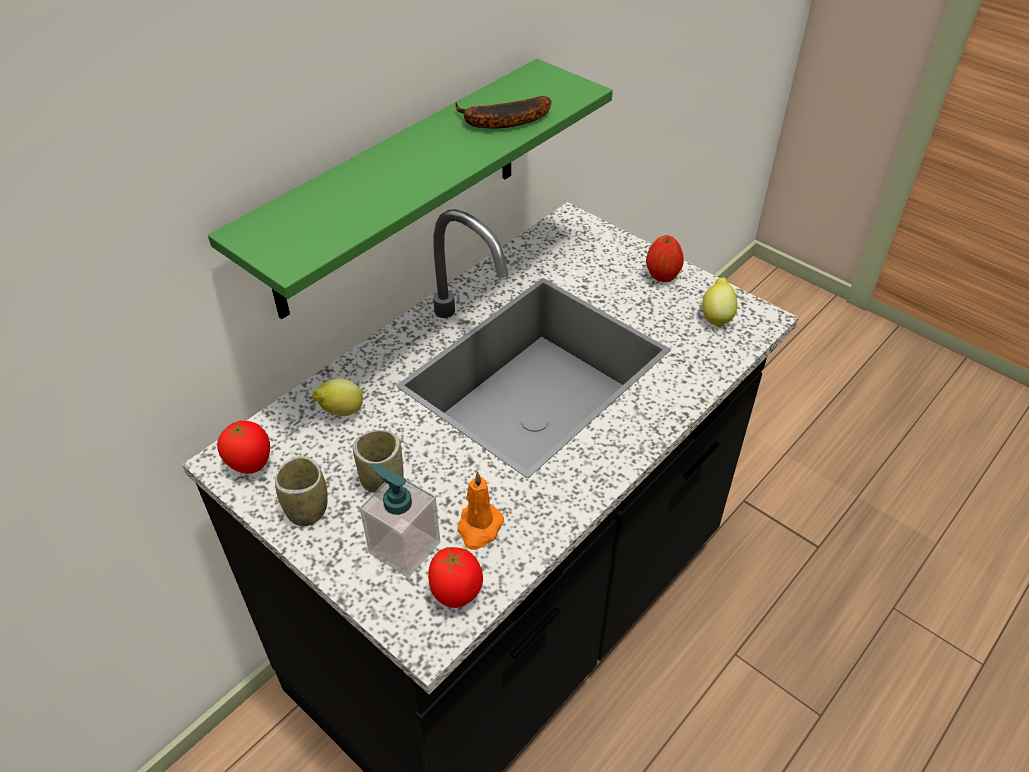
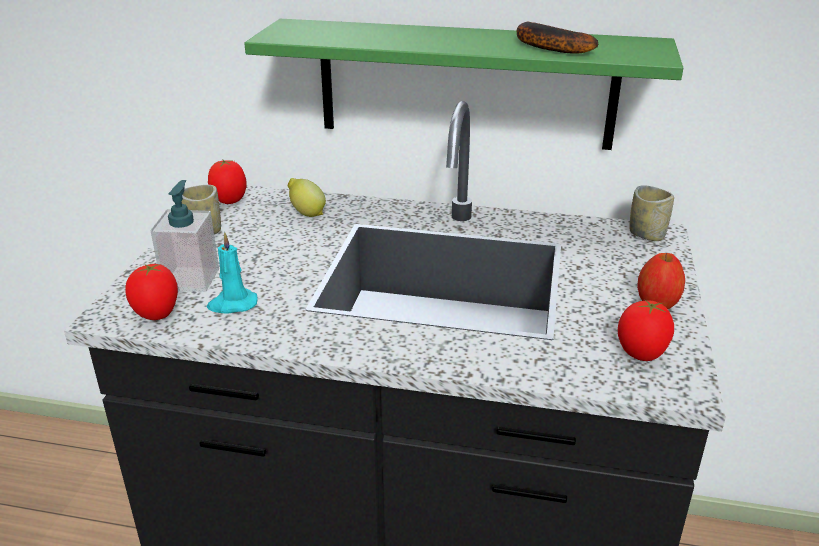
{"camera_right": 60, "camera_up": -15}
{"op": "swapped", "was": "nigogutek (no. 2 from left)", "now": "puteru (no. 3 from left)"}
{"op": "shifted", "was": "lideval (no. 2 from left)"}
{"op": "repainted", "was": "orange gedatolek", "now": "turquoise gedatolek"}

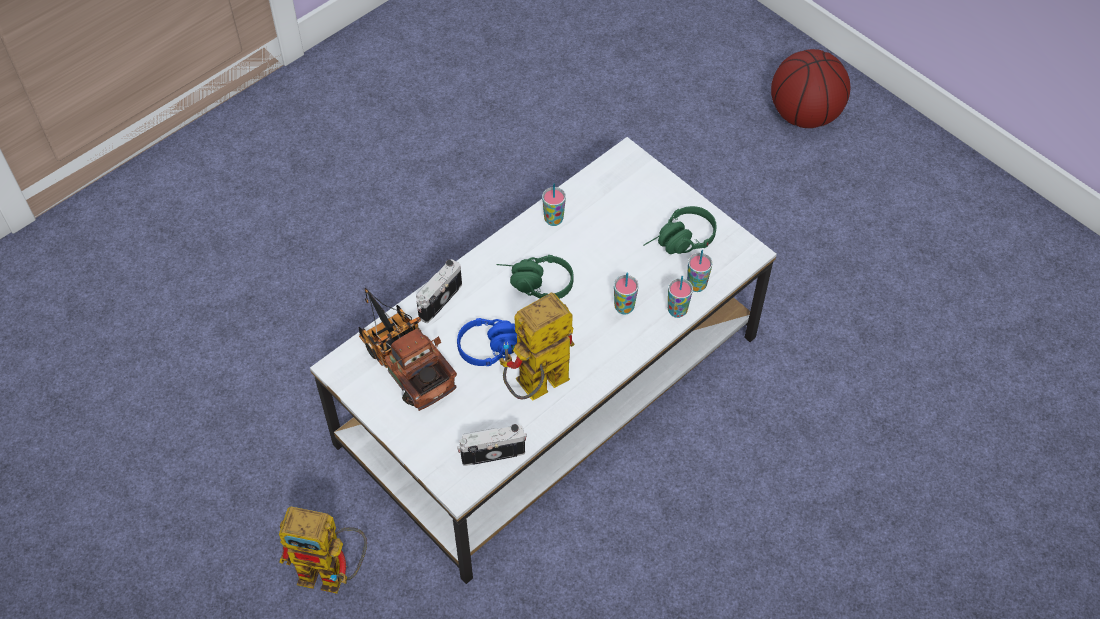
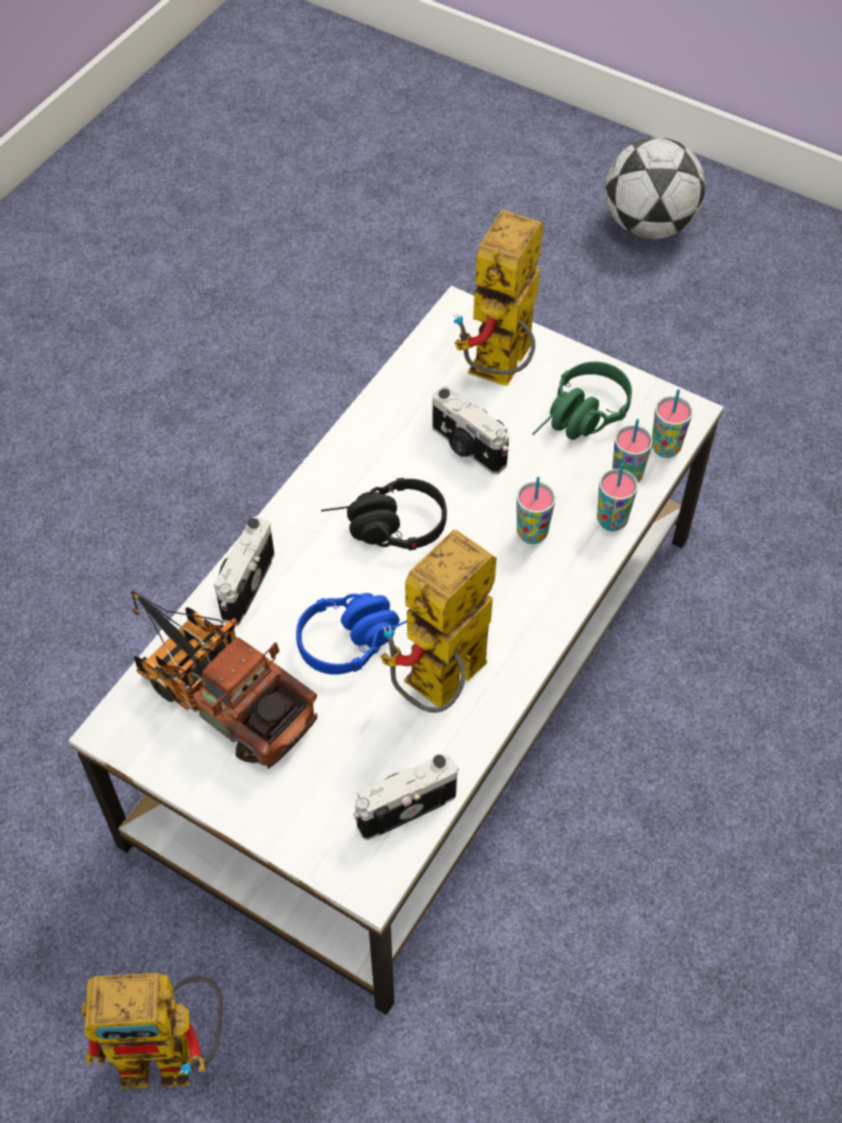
{"camera_right": -15, "camera_up": 0}
{"op": "swapped", "was": "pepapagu", "now": "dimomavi"}
{"op": "shifted", "was": "lideval (no. 1 from left in the first image)", "now": "lideval (no. 4 from left)"}
{"op": "repainted", "was": "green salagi (no. 1 from left)", "now": "black salagi"}
{"op": "new", "now": "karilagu (no. 3 from left)"}
{"op": "new", "now": "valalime (no. 3 from left)"}

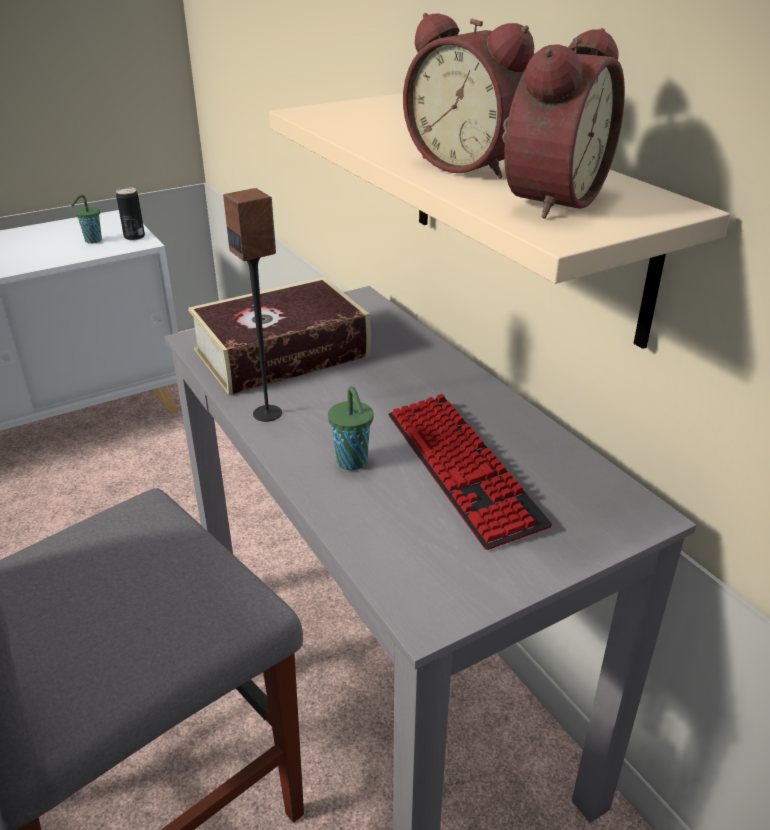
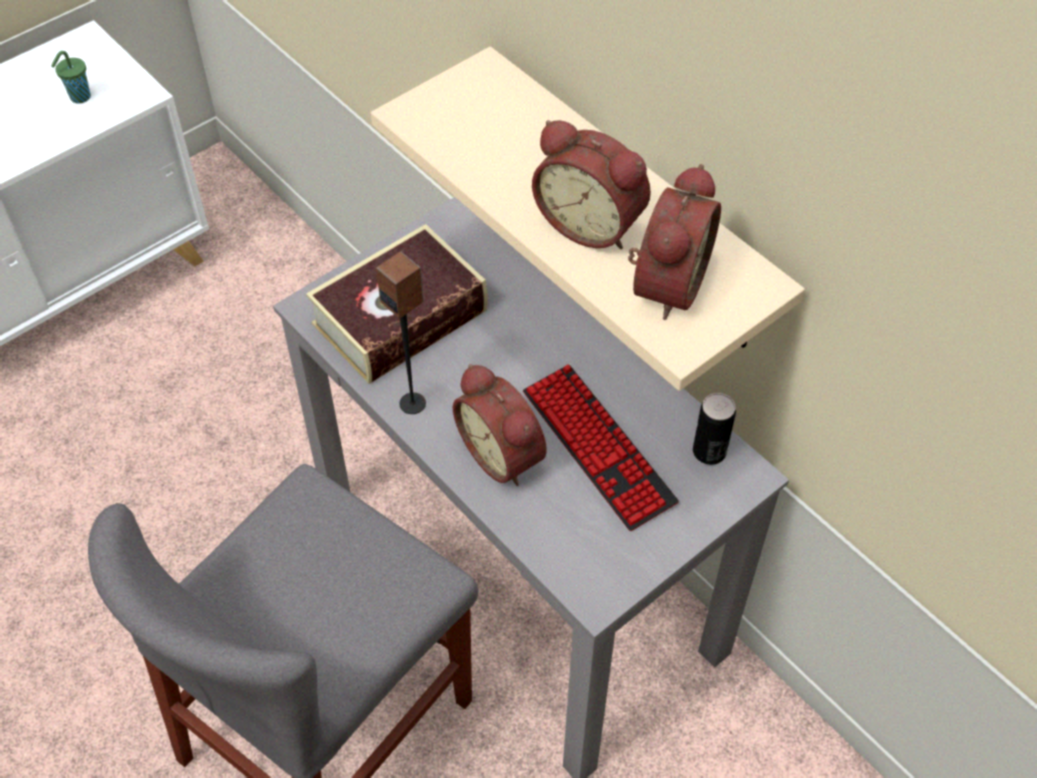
{"camera_right": -10, "camera_up": 20}
{"op": "shifted", "was": "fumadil"}
{"op": "swapped", "was": "green lideval (no. 2 from left)", "now": "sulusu (no. 1 from left)"}

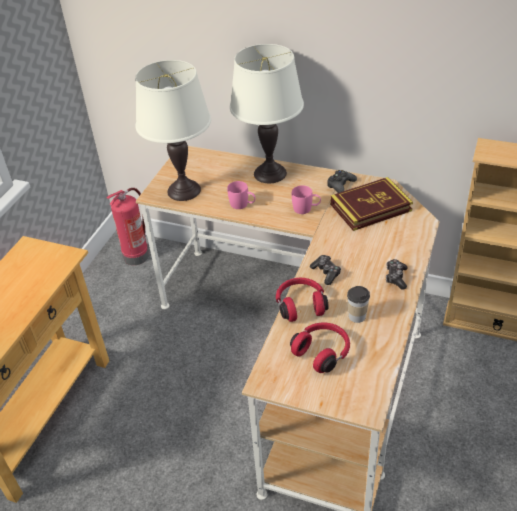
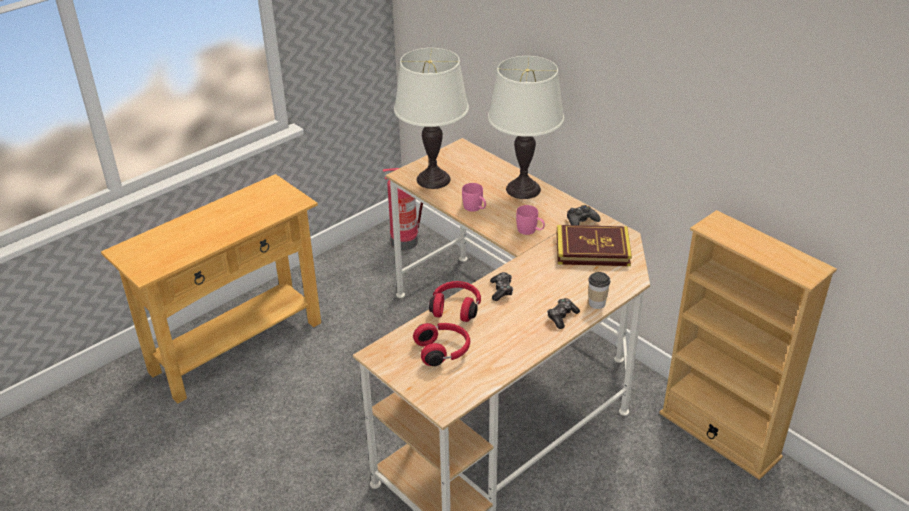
{"camera_right": 25, "camera_up": -5}
{"op": "shifted", "was": "lideval"}

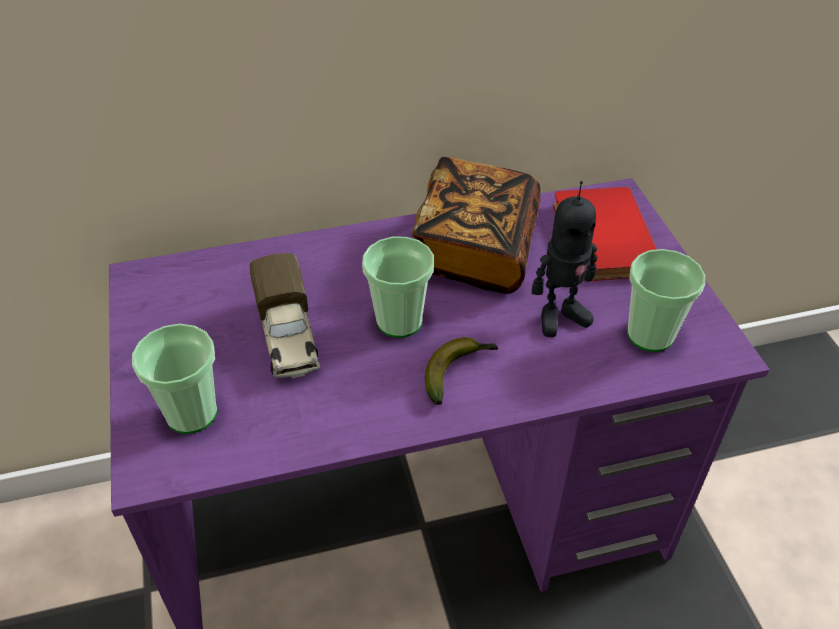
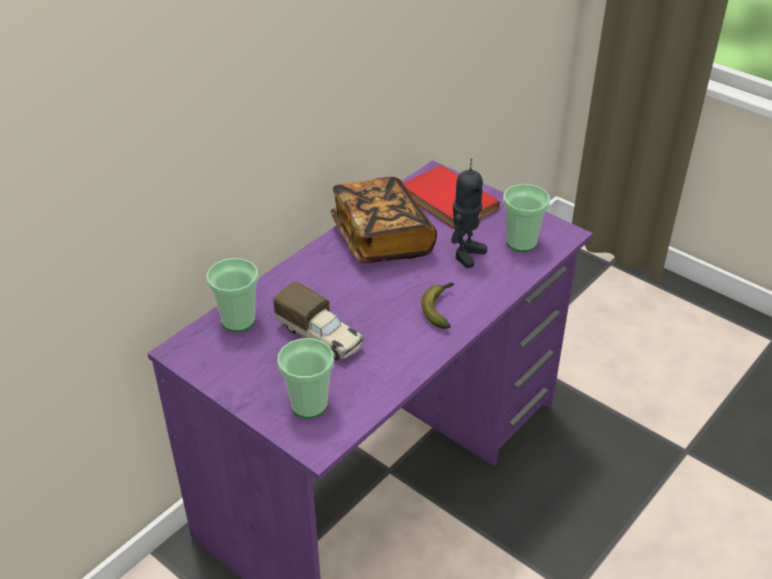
{"camera_right": -35, "camera_up": -5}
{"op": "shifted", "was": "lideval (no. 2 from left in the first image)", "now": "lideval (no. 1 from left)"}

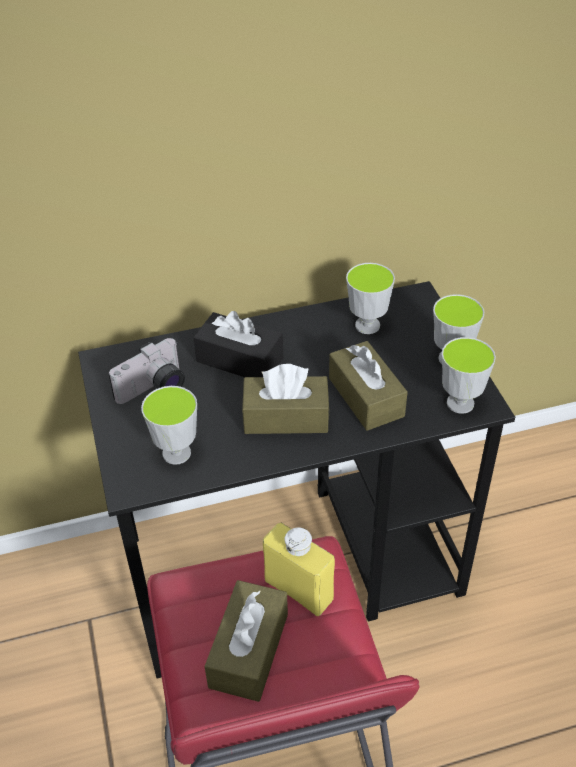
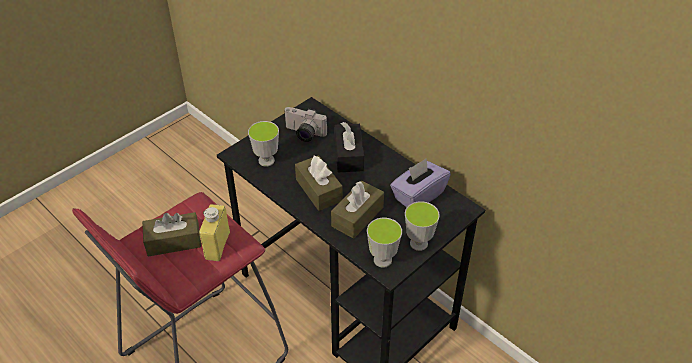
{"camera_right": 60, "camera_up": 0}
{"op": "swapped", "was": "lideval (no. 2 from left)", "now": "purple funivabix"}

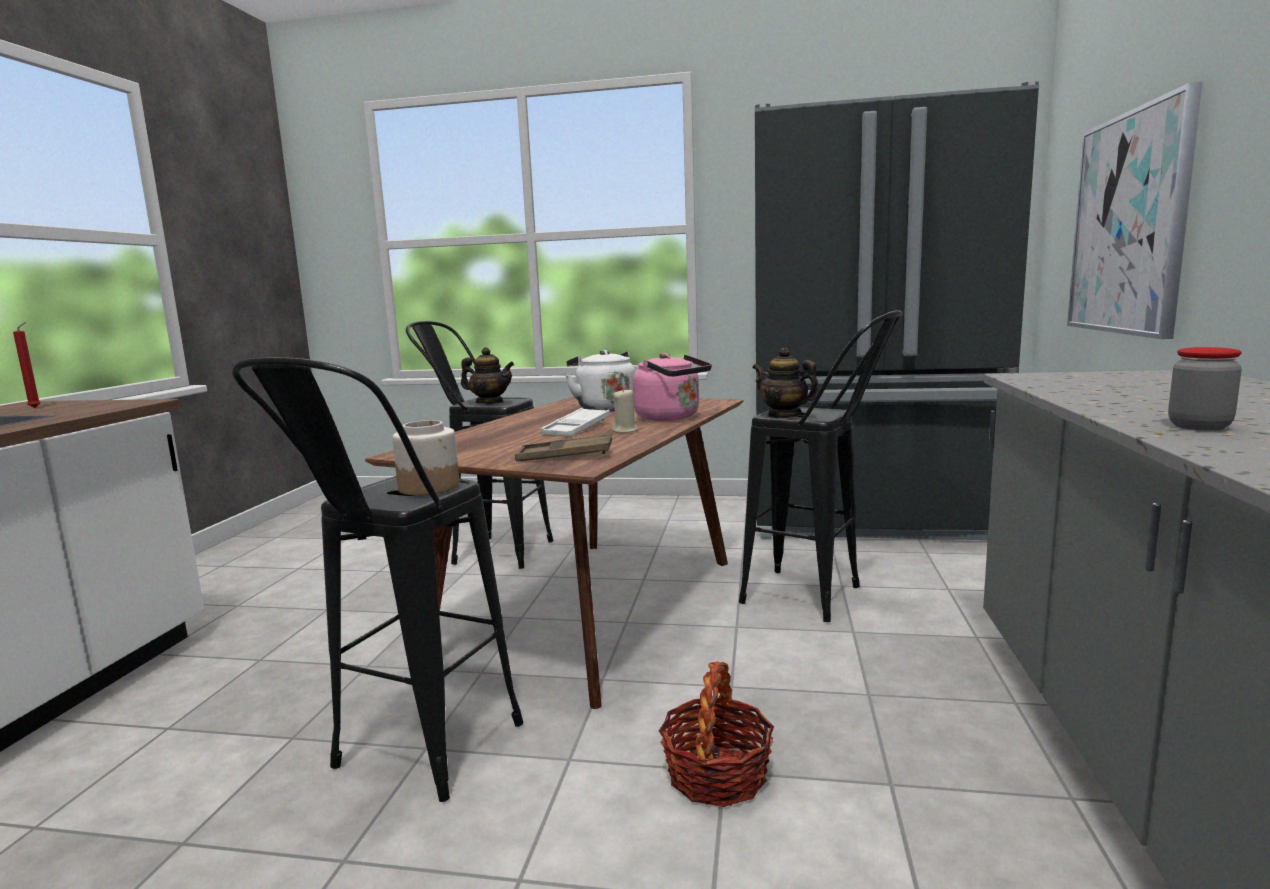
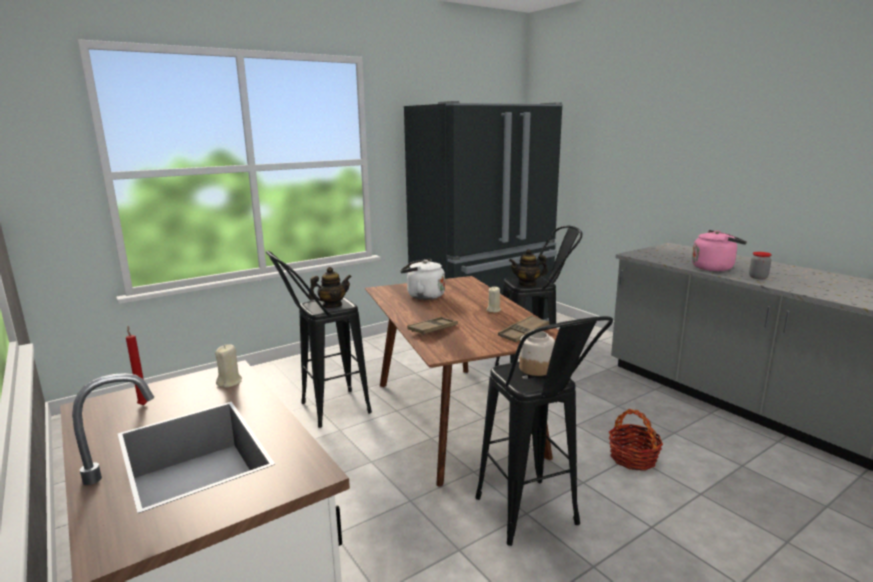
{"camera_right": -45, "camera_up": 5}
{"op": "gone", "was": "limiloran"}
{"op": "shifted", "was": "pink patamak"}
{"op": "gone", "was": "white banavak"}
{"op": "new", "now": "brown banavak (no. 1 from left)"}
{"op": "new", "now": "beige gedatolek (no. 1 from left)"}

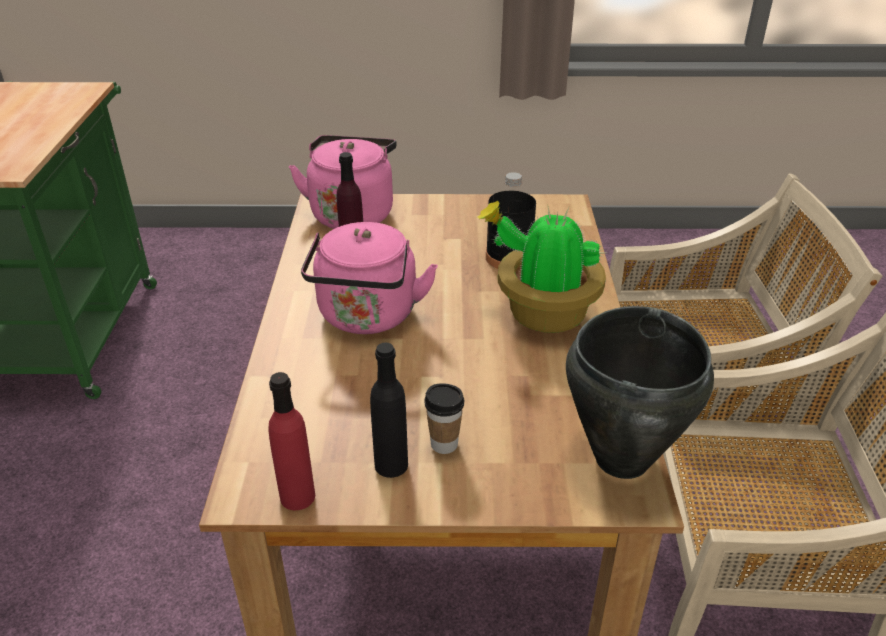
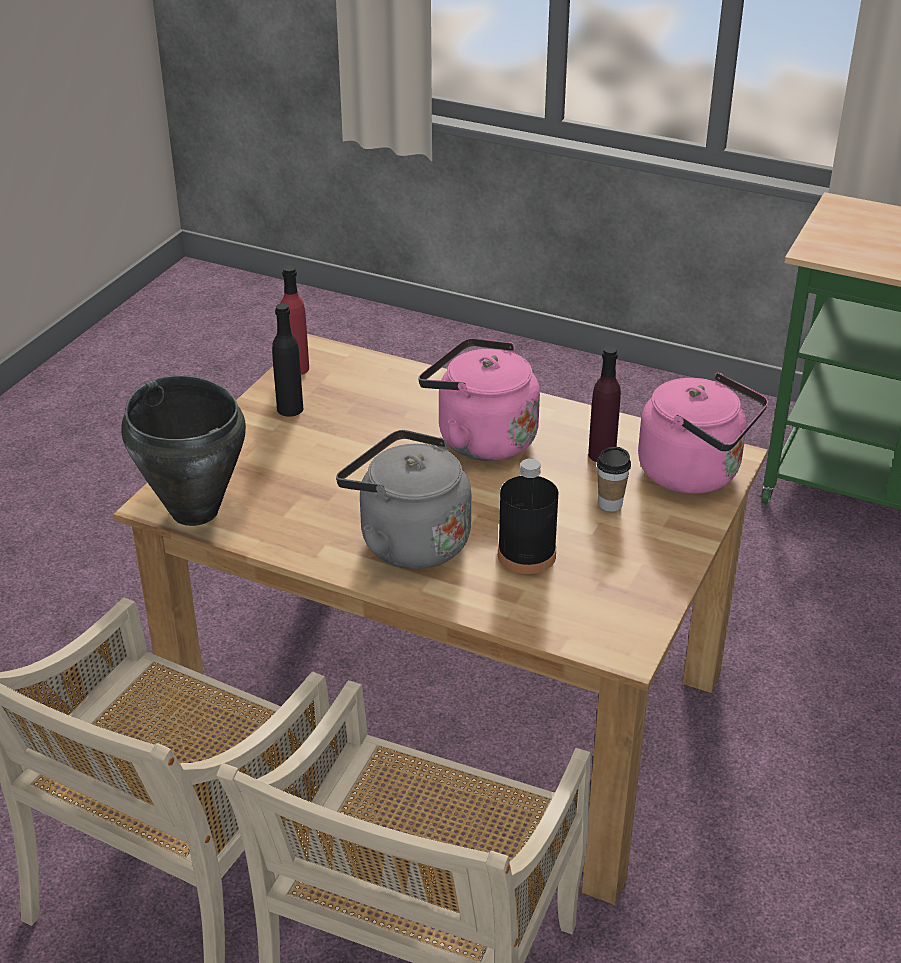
{"camera_right": 115, "camera_up": 0}
{"op": "swapped", "was": "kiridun", "now": "grey patamak"}
{"op": "shifted", "was": "lideval"}

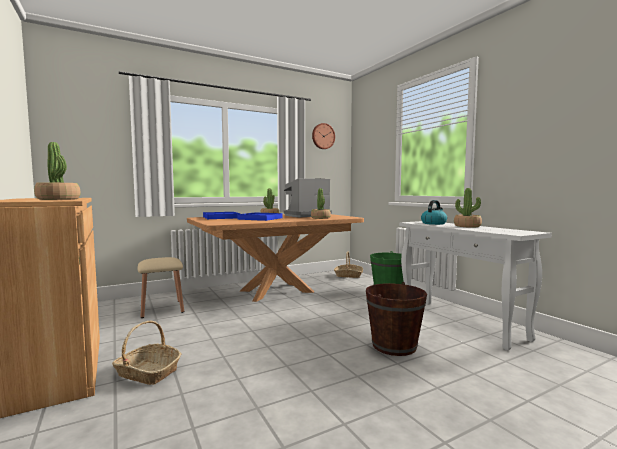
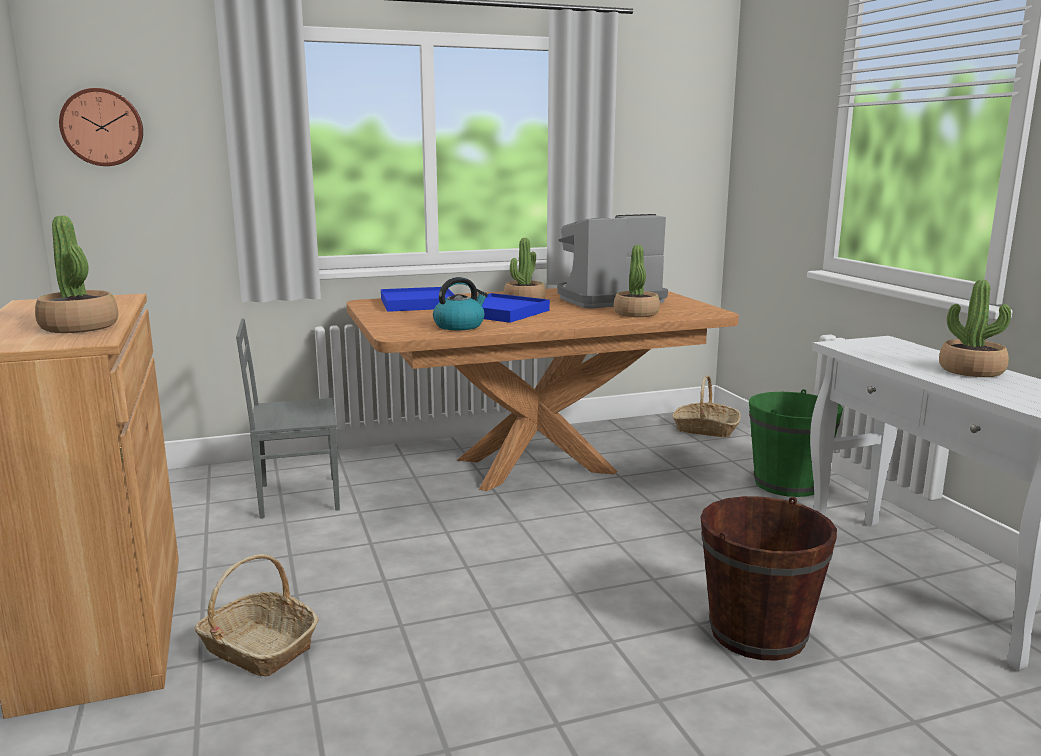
{"camera_right": 10, "camera_up": 10}
{"op": "shifted", "was": "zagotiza"}
{"op": "shifted", "was": "patamak"}
{"op": "swapped", "was": "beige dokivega", "now": "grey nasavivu"}

